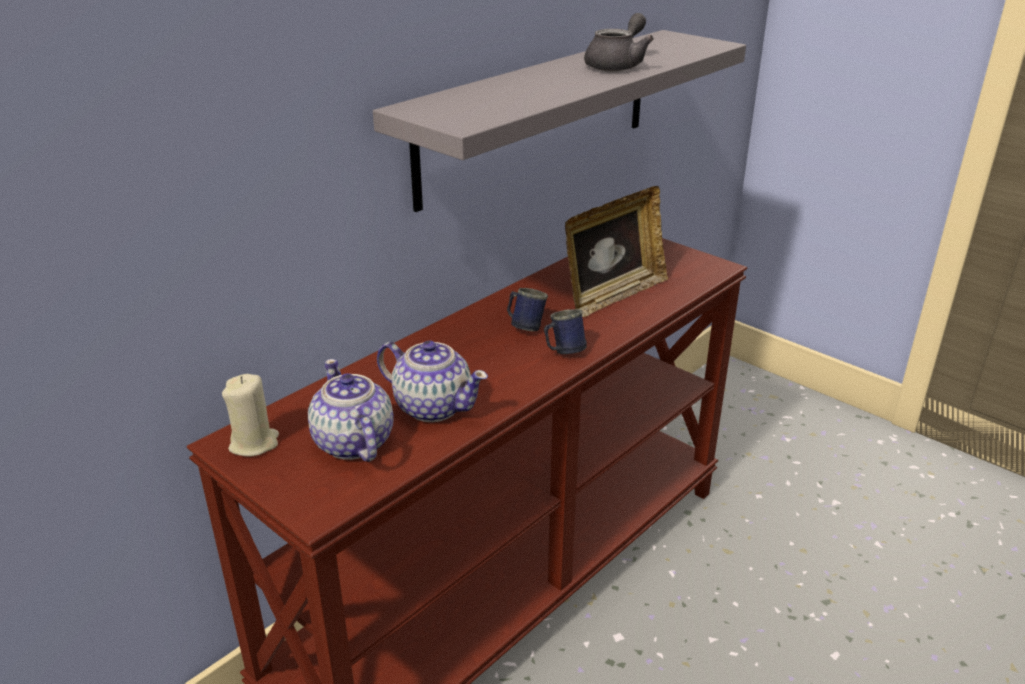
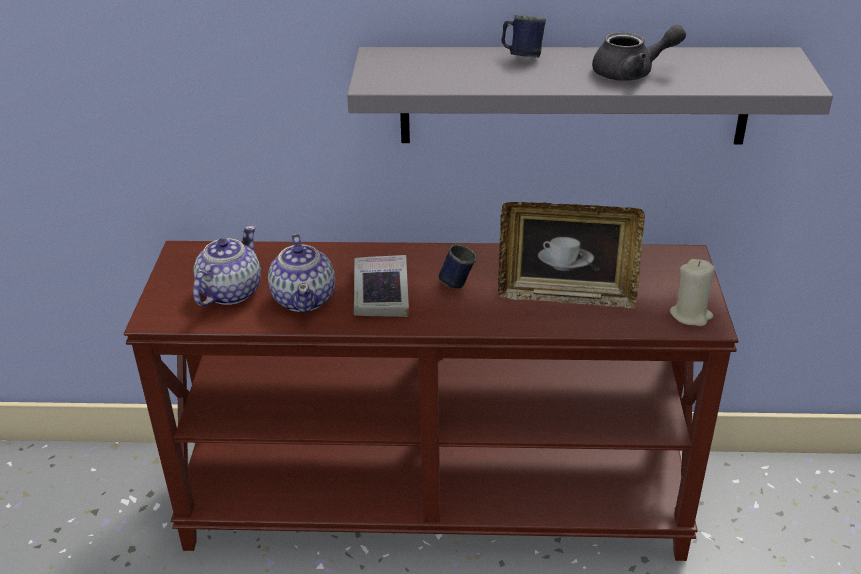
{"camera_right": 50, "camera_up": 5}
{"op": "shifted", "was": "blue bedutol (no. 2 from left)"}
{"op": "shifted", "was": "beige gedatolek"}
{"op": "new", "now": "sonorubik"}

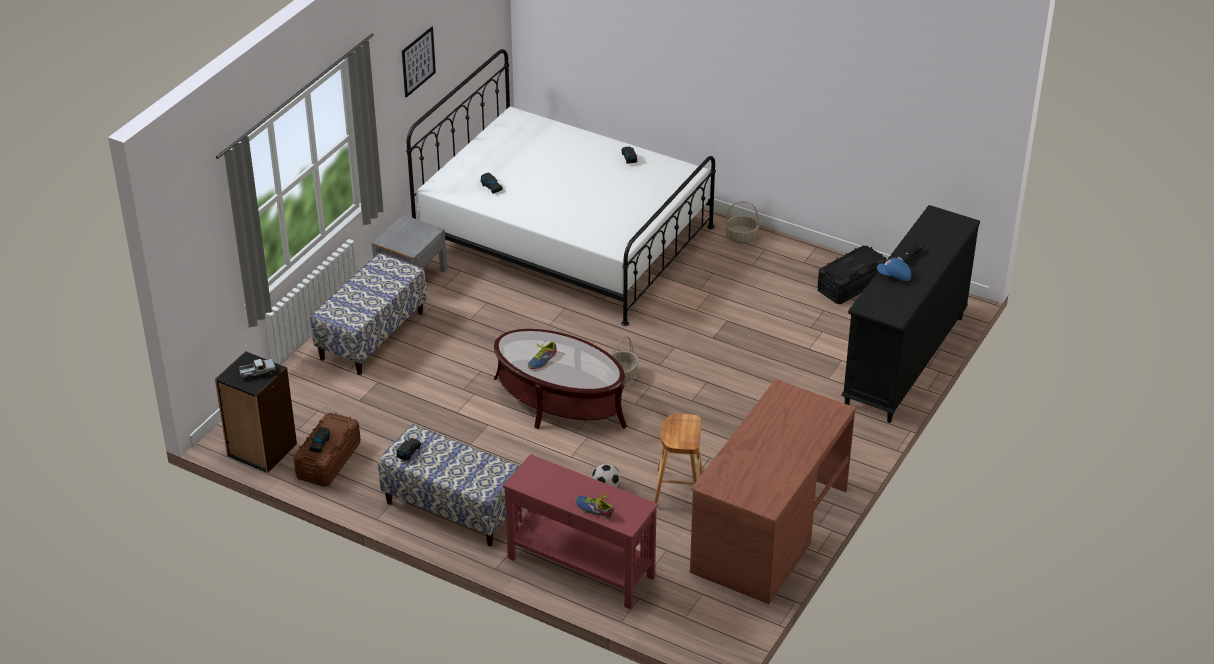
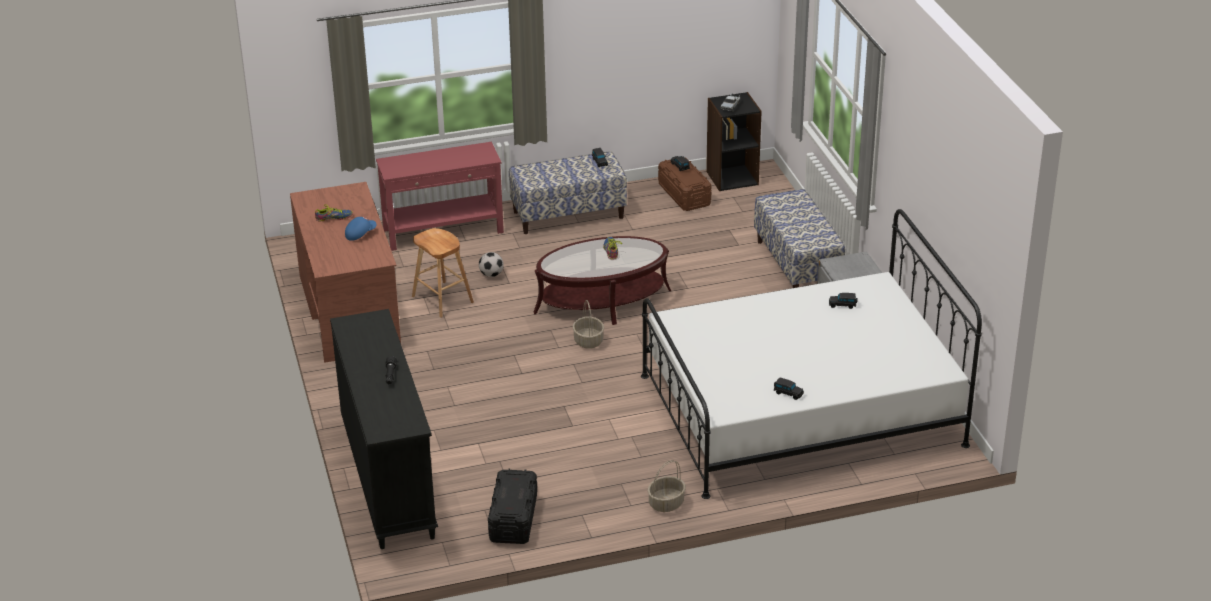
{"camera_right": 135, "camera_up": -5}
{"op": "gone", "was": "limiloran"}
{"op": "shifted", "was": "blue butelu"}
{"op": "shifted", "was": "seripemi (no. 2 from left in the first image)", "now": "seripemi (no. 1 from left)"}

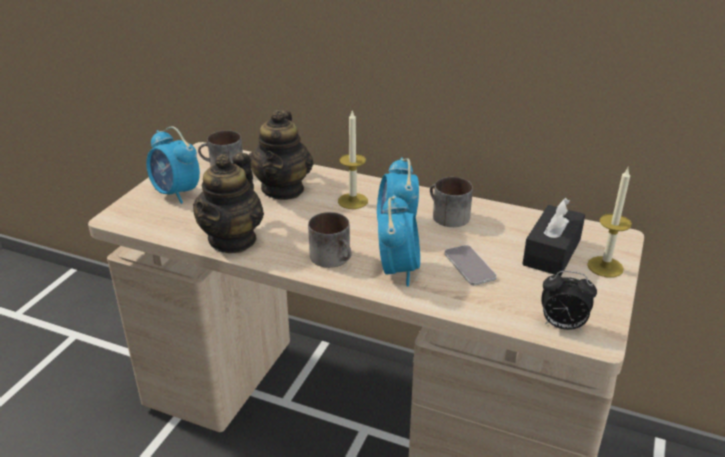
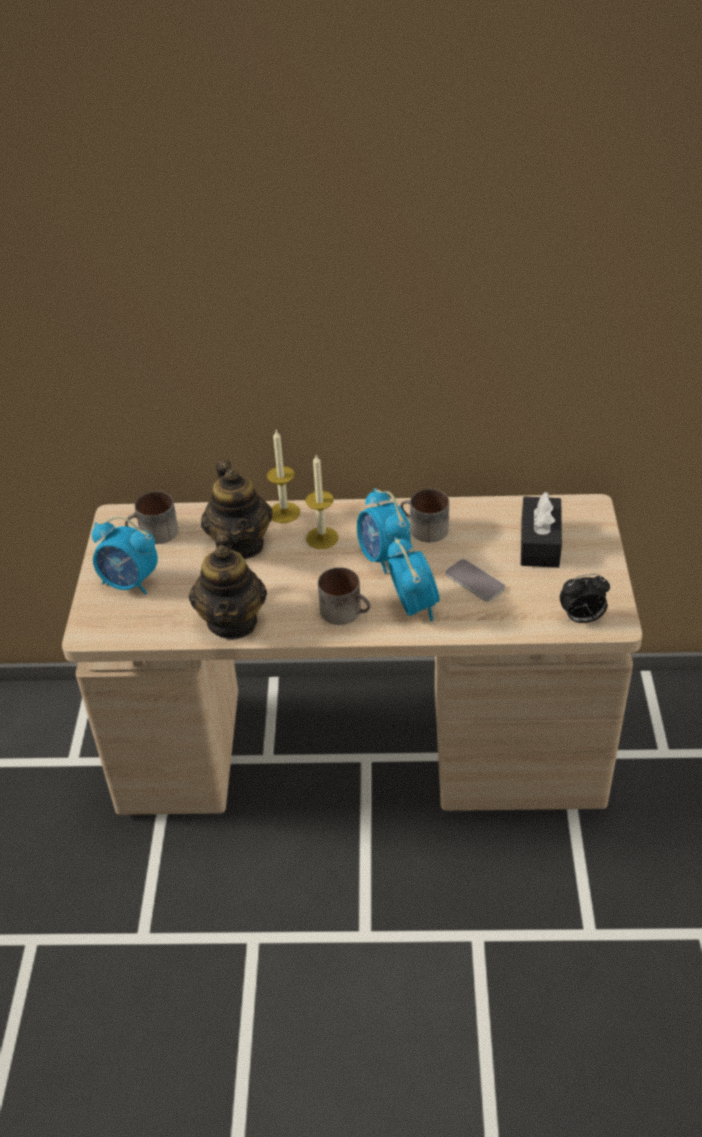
{"camera_right": -20, "camera_up": 10}
{"op": "shifted", "was": "gedatolek (no. 2 from left in the first image)", "now": "gedatolek (no. 1 from left)"}

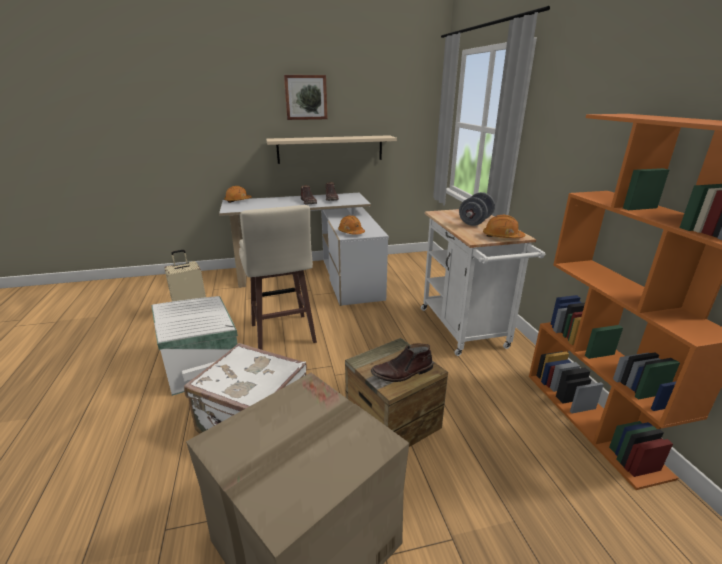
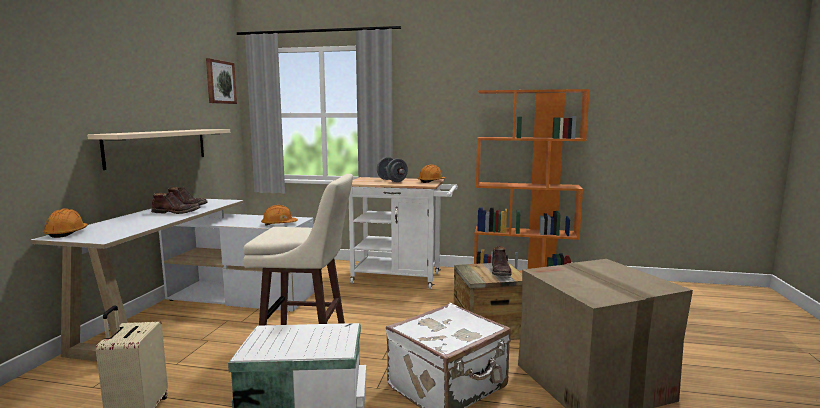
{"camera_right": -65, "camera_up": -15}
{"op": "shifted", "was": "limiloran"}

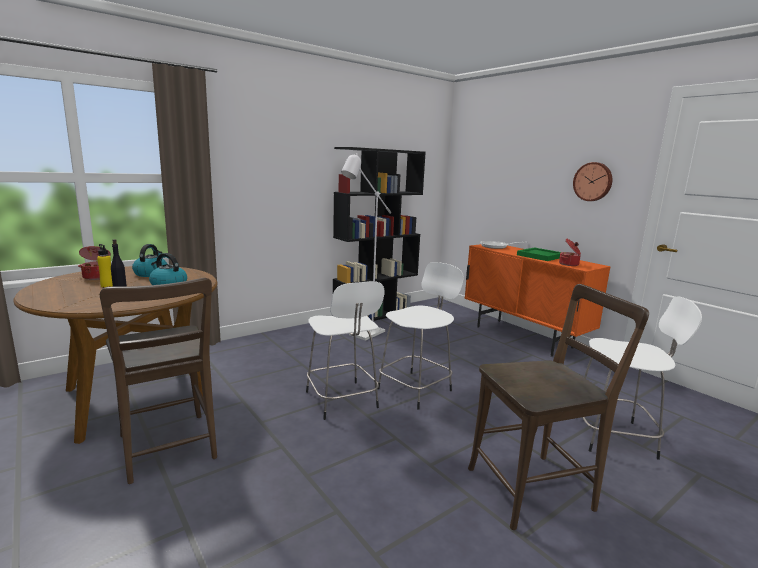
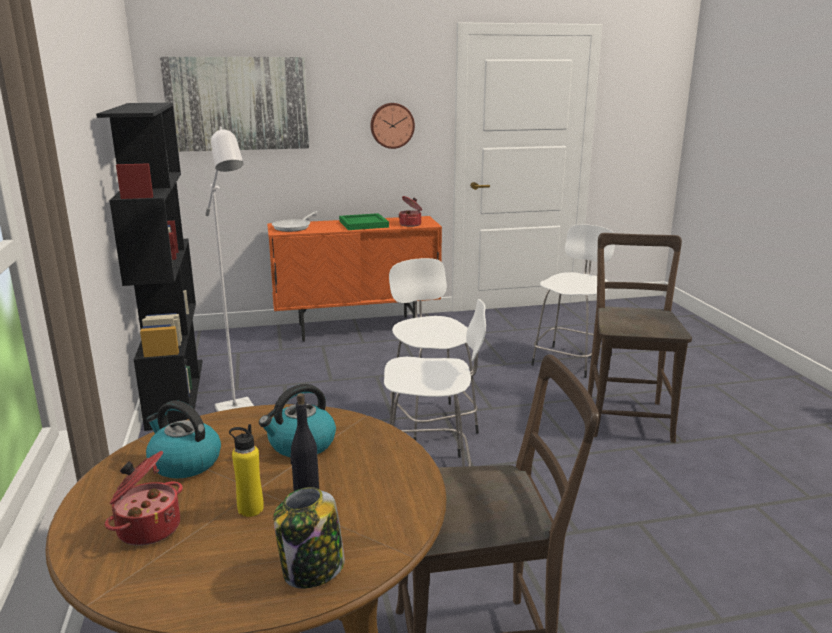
{"camera_right": -65, "camera_up": 5}
{"op": "new", "now": "limiloran"}
{"op": "new", "now": "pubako"}

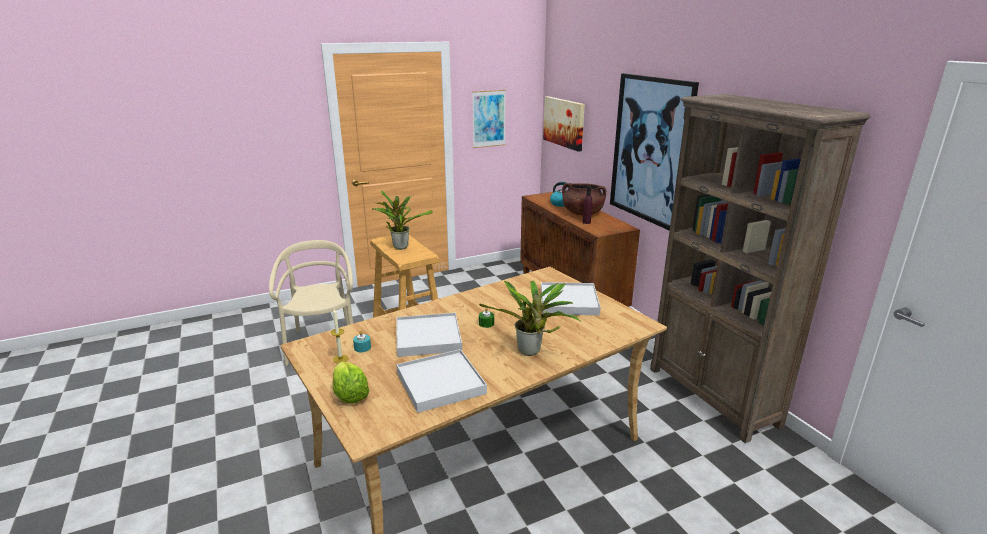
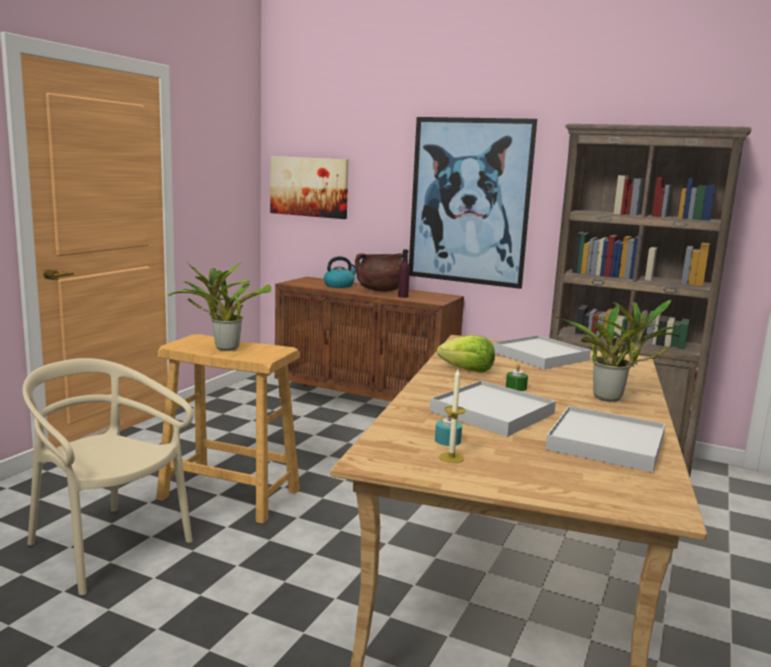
{"camera_right": -40, "camera_up": -10}
{"op": "gone", "was": "limiloran (no. 1 from left)"}
{"op": "shifted", "was": "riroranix"}

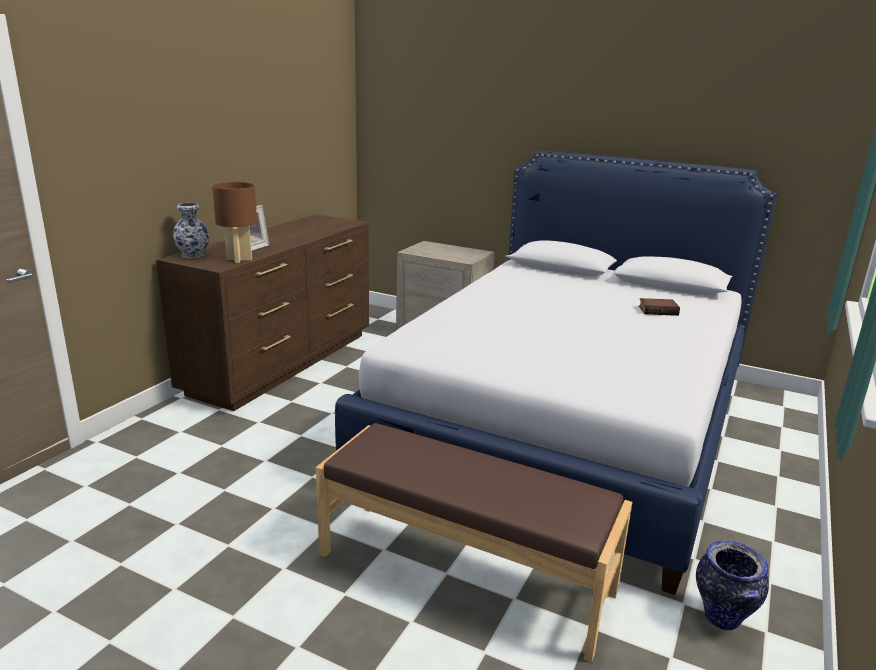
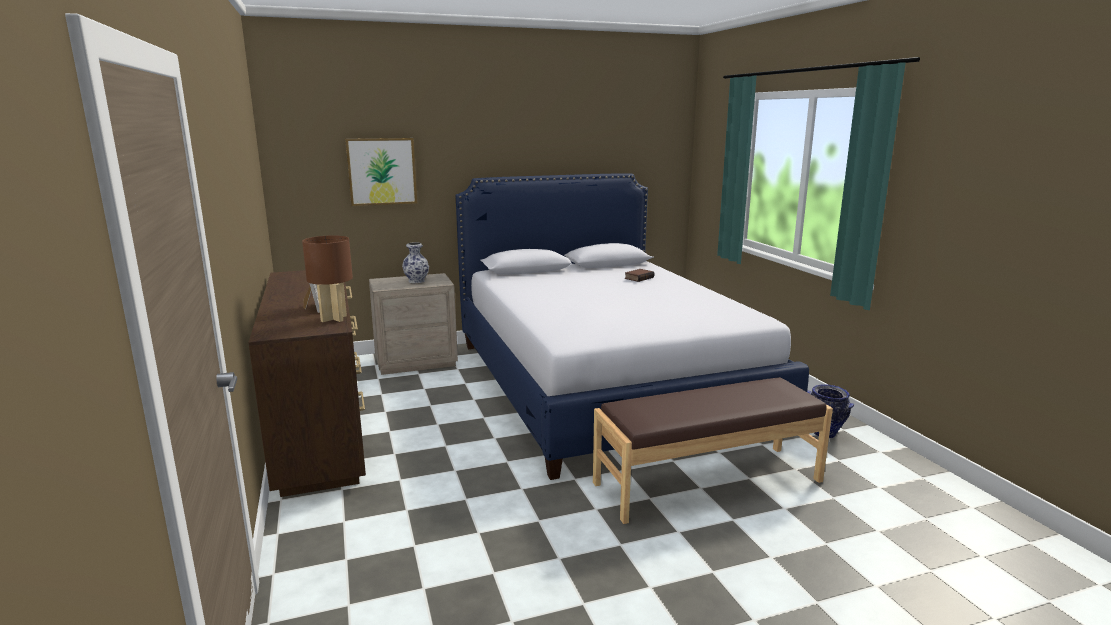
{"camera_right": -45, "camera_up": -5}
{"op": "shifted", "was": "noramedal (no. 1 from left)"}
{"op": "new", "now": "limiloran"}

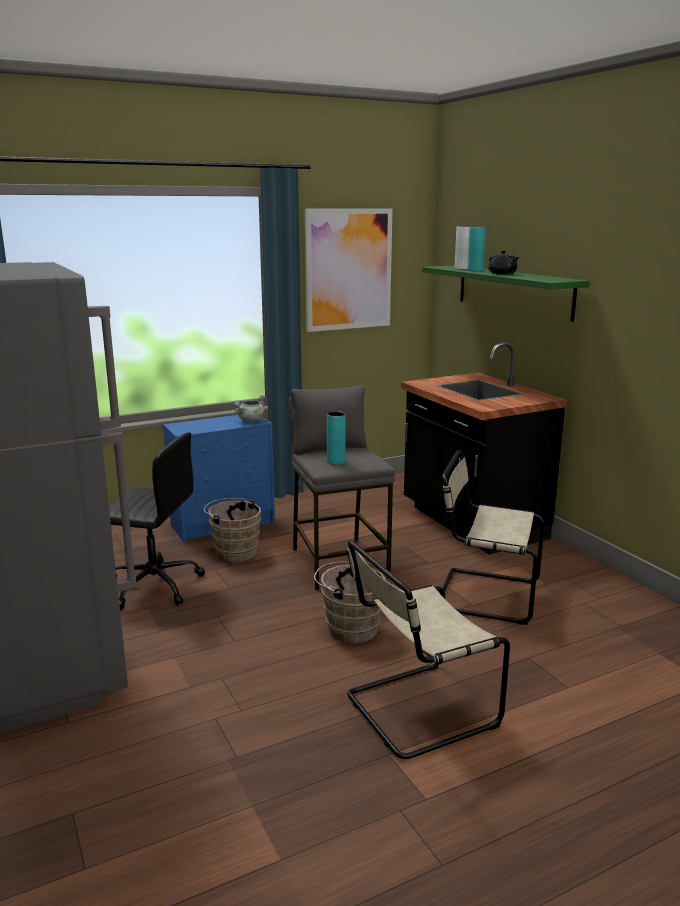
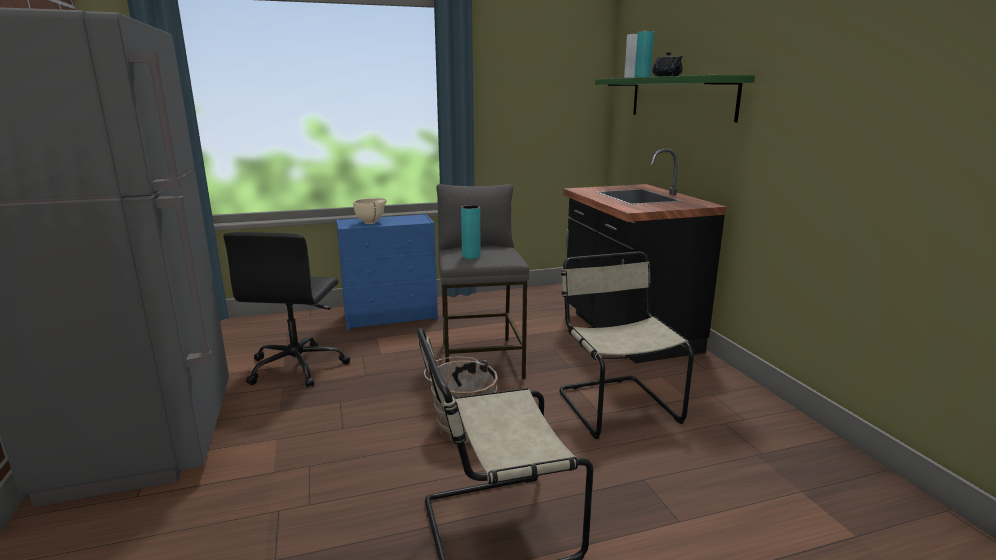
{"camera_right": 10, "camera_up": 0}
{"op": "gone", "was": "limiloran"}
{"op": "gone", "was": "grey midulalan"}
{"op": "rotated", "was": "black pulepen", "clockwise": 75}
{"op": "rotated", "was": "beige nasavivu (no. 2 from left)", "clockwise": 45}
{"op": "gone", "was": "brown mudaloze (no. 1 from left)"}
{"op": "new", "now": "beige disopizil"}

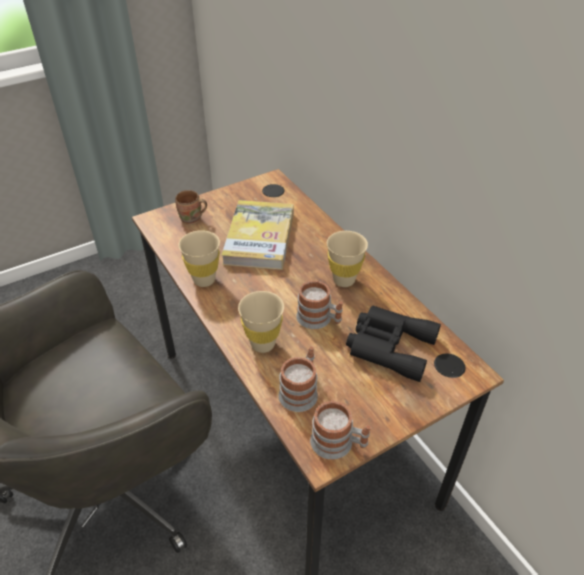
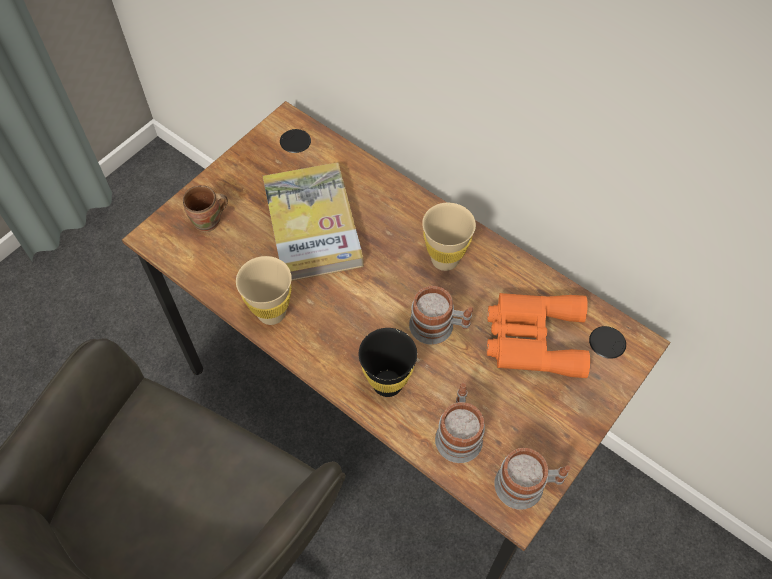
{"camera_right": -20, "camera_up": 15}
{"op": "repainted", "was": "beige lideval (no. 2 from left)", "now": "black lideval"}
{"op": "repainted", "was": "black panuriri", "now": "orange panuriri"}

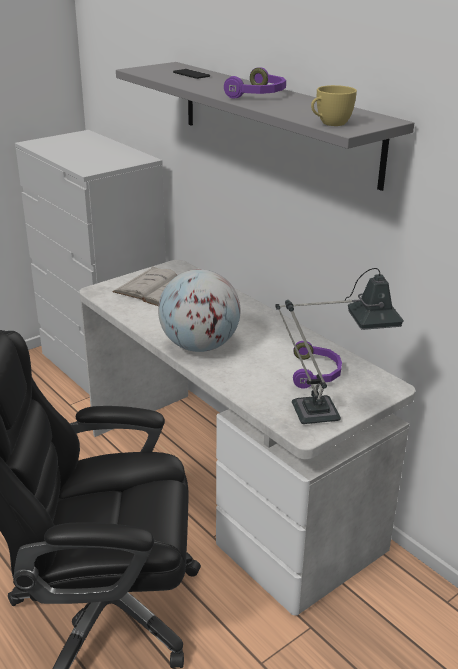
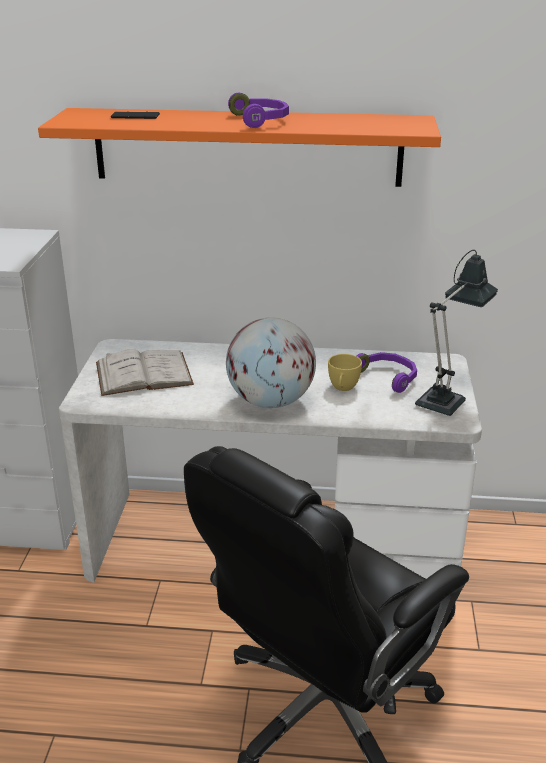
{"camera_right": -45, "camera_up": 0}
{"op": "repainted", "was": "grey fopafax", "now": "orange fopafax"}
{"op": "shifted", "was": "yellow lideval"}

